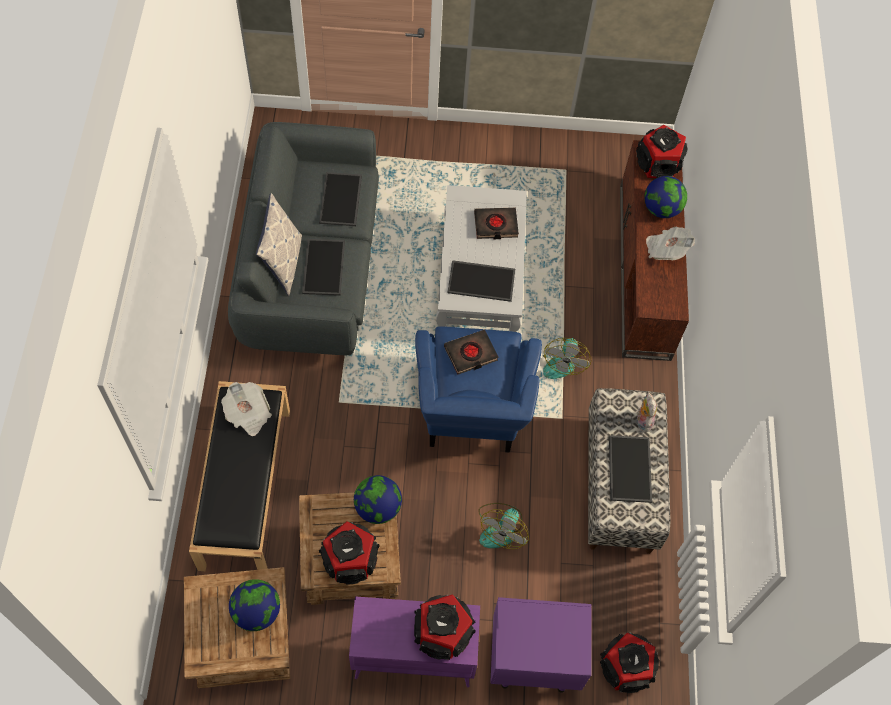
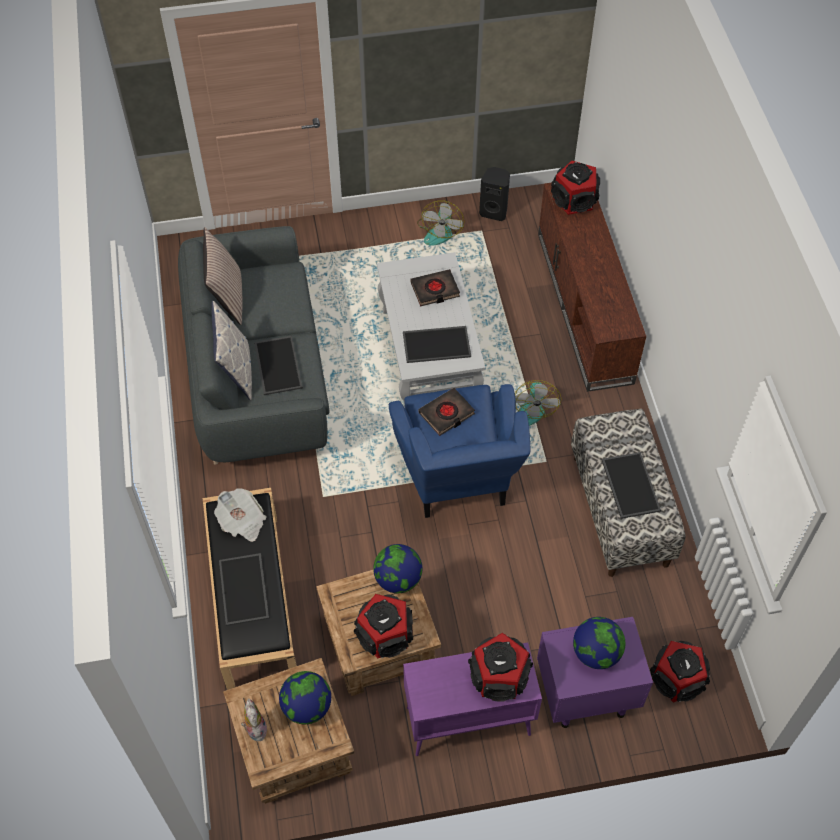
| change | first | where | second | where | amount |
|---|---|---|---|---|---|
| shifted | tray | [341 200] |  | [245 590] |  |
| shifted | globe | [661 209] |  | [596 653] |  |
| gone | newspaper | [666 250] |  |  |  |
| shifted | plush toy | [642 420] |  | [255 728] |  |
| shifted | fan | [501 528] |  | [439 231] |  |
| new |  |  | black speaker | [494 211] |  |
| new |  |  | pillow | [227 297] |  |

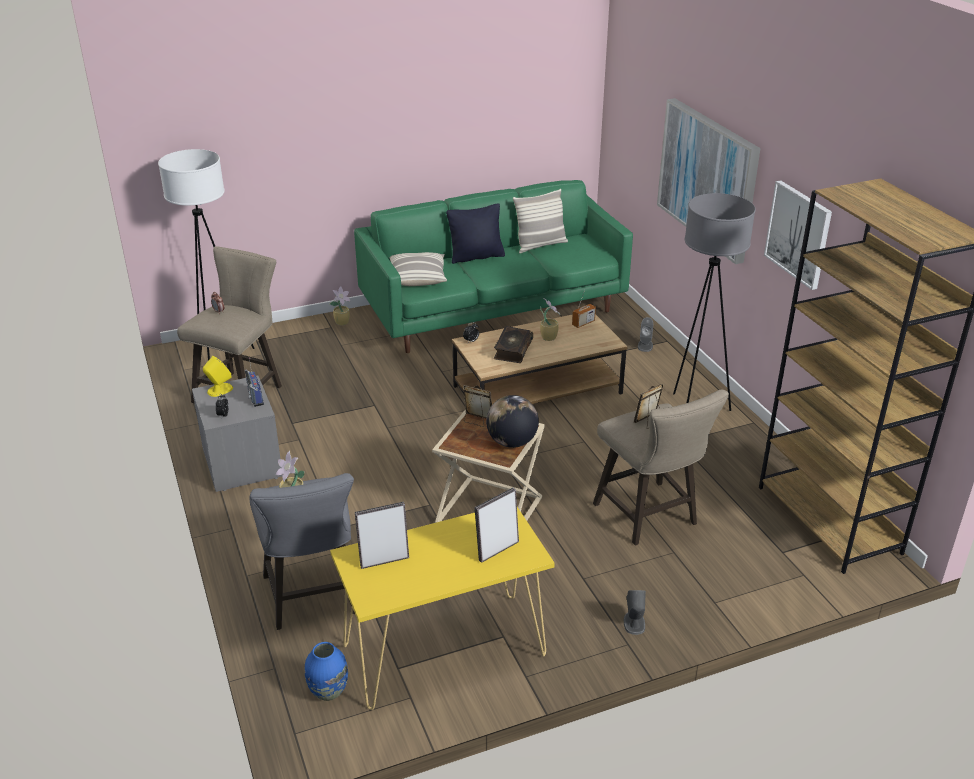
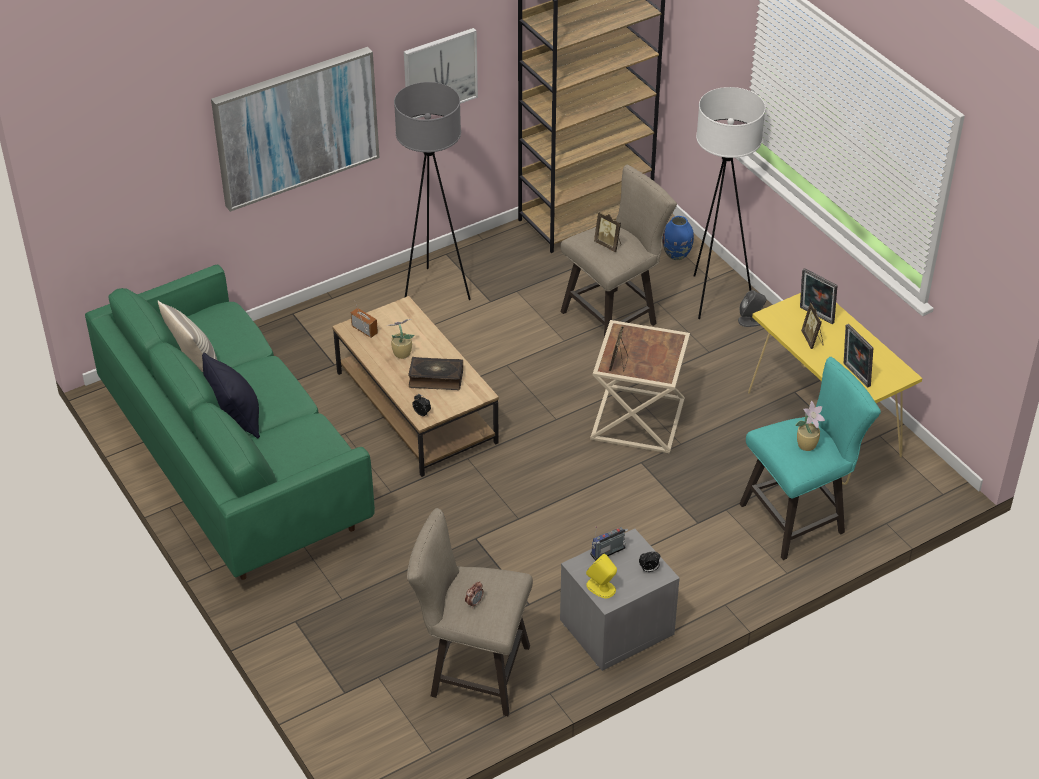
| change | first | where | second | where | amount |
|---|---|---|---|---|---|
| shifted | white floor lamp | [220 353] |  | [714 297] |  |
| gone | pillow | [417 278] |  |  |  |
| gone | potted plant | [342 322] |  |  |  |
| gone | grey speaker | [645 346] |  |  |  |
| gone | globe | [512 442] |  |  |  |
| repainted | grey stool | [313 599] | turquoise stool | [799 517] |  |
| shifted | blue vase | [328 692] |  | [677 255] |  |
| new |  |  | picture frame | [812 340] |  |

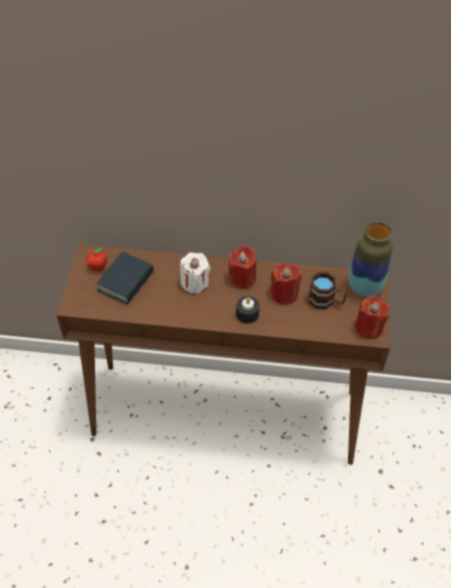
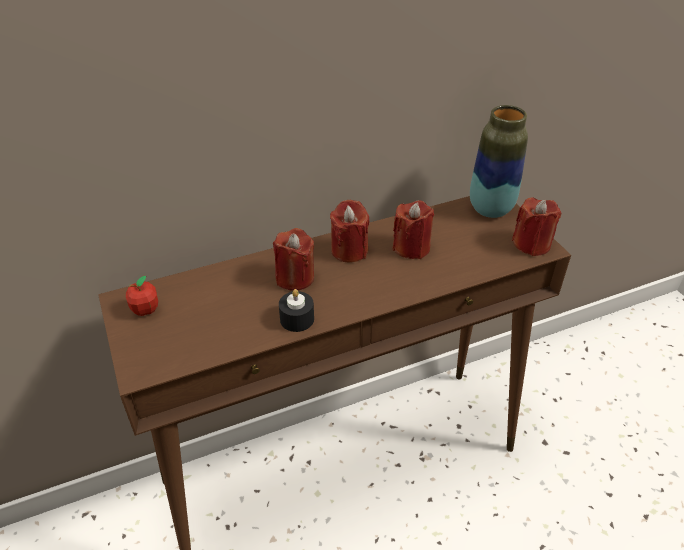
| change | first | where | second | where | amount |
|---|---|---|---|---|---|
| gone | book | [126 281] |  |  |  |
| repainted | white candle | [195 283] | red candle | [295 277] |  |
| gone | brown mug | [326 301] |  |  |  |
| shifted | black candle | [247 314] |  | [297 319] |  |

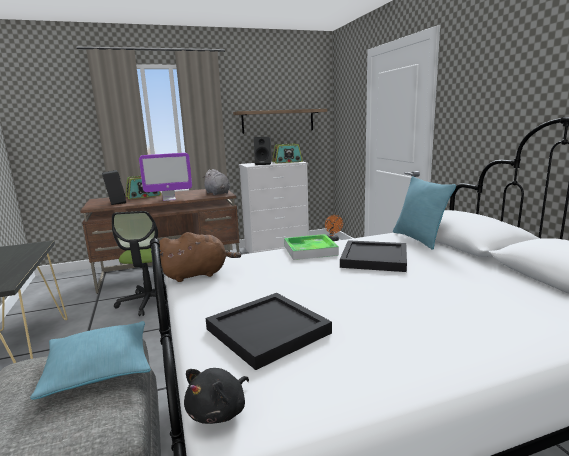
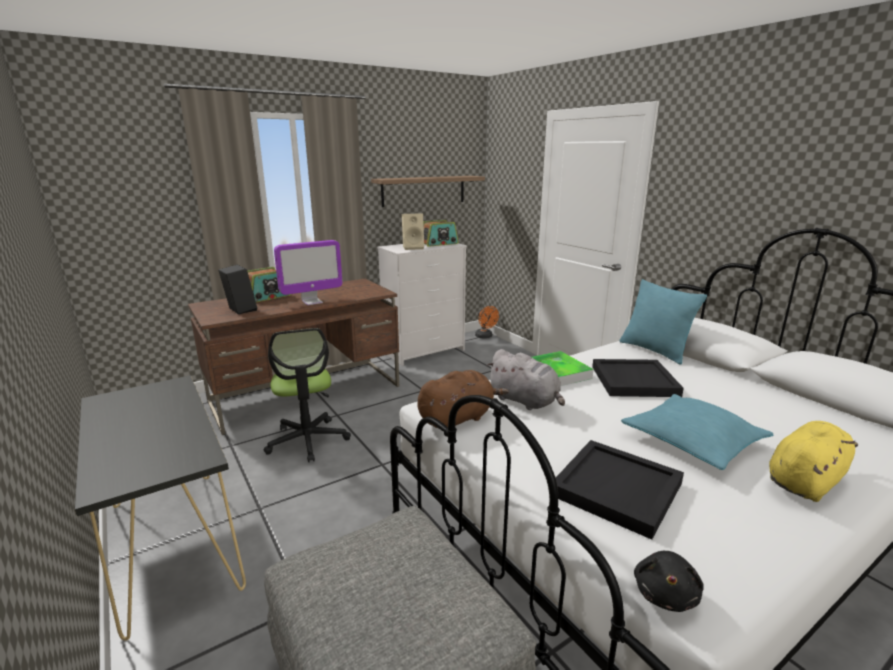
| change | first | where | second | where | amount |
|---|---|---|---|---|---|
| repainted | black speaker | [263 164] | beige speaker | [413 248] |  |
| shifted | grey plush toy | [217 193] |  | [525 401] |  |
| shifted | turquoise pillow | [99 368] |  | [692 441] |  |
| new |  |  | yellow plush toy | [805 481] |  |

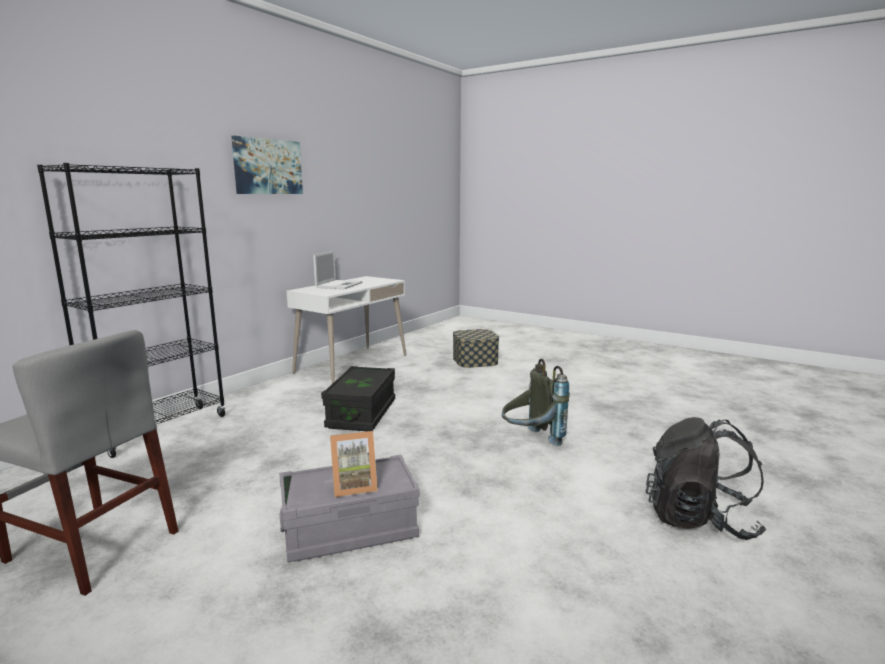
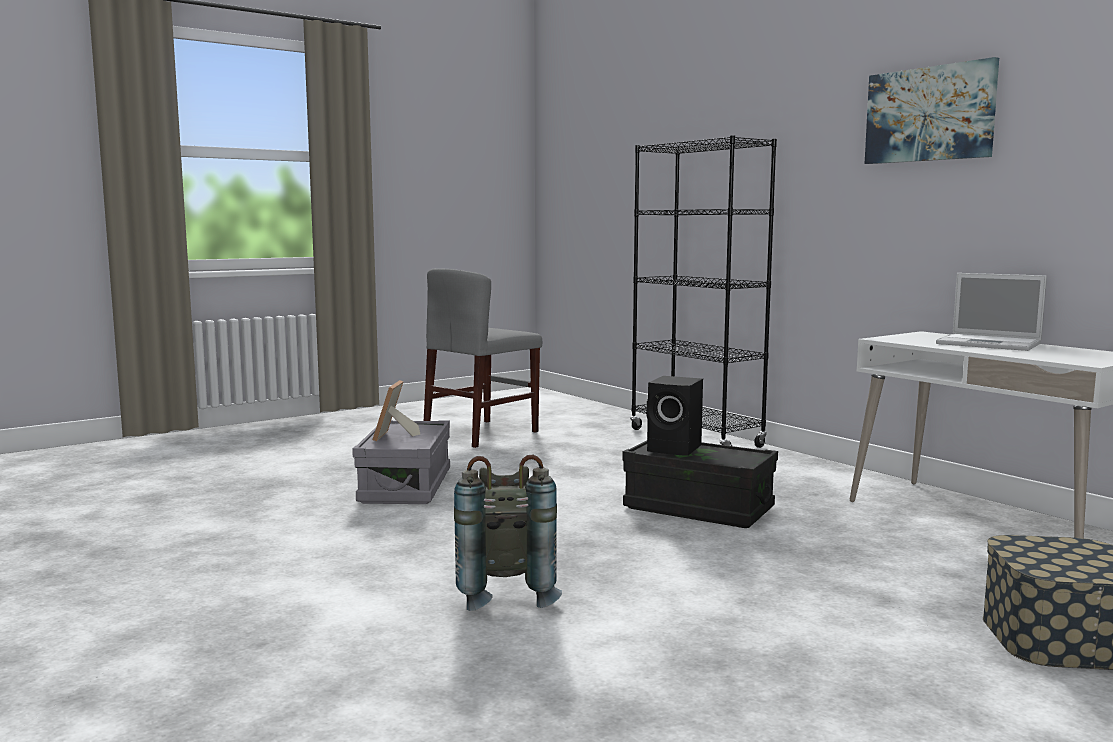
| change | first | where | second | where | amount |
|---|---|---|---|---|---|
| gone | black backpack | [699 520] |  |  |  |
| new |  |  | black speaker | [676 449] |  |

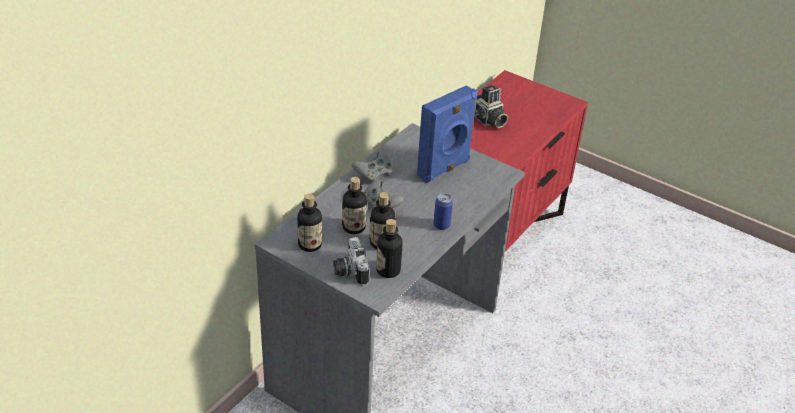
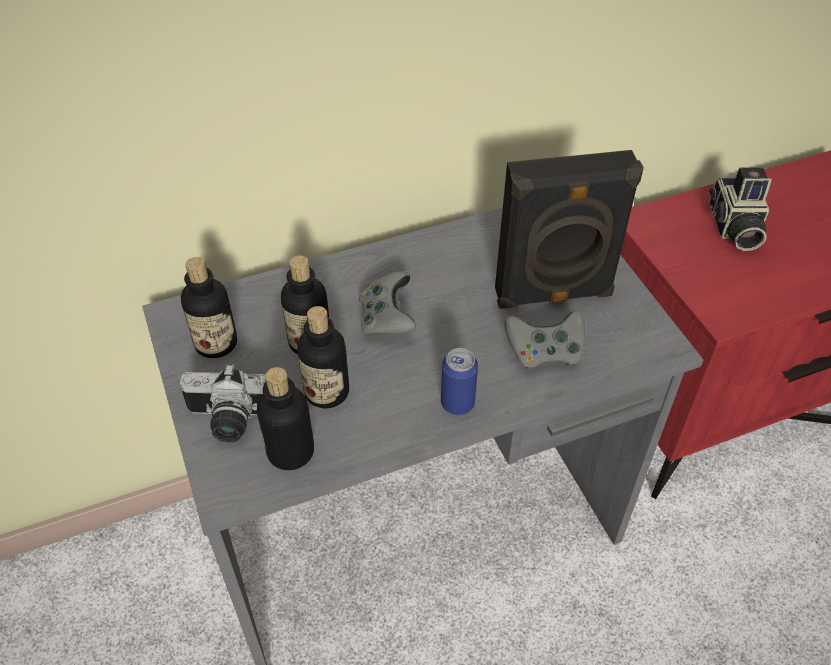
| change | first | where | second | where | amount |
|---|---|---|---|---|---|
| repainted | blue speaker | [444 169] | black speaker | [553 295] |  |
| shifted | grey game controller | [373 175] |  | [544 352] |  |
| rotated | photo camera | [349 271] |  | [228 421] | 105 degrees counterclockwise |

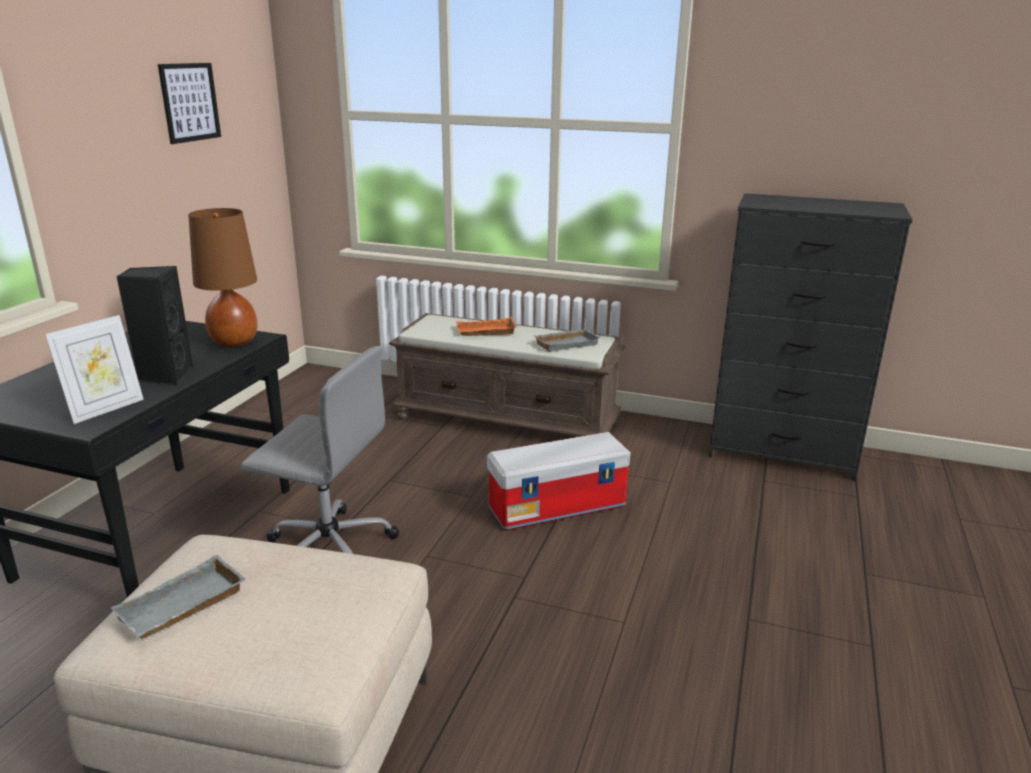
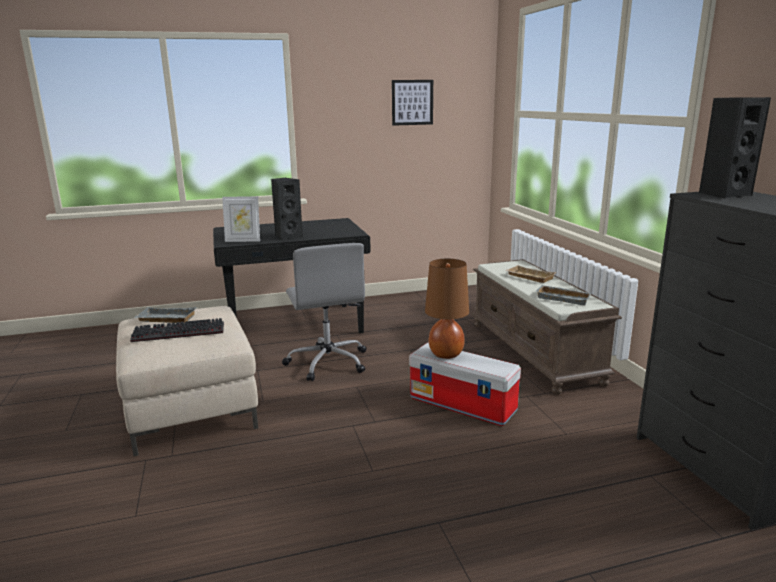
| change | first | where | second | where | amount |
|---|---|---|---|---|---|
| shifted | brown table lamp | [235 342] |  | [446 354] |  |
| repainted | orange tray | [485 332] | beige tray | [528 277] |  |
| new |  |  | black speaker | [723 194] |  |
| new |  |  | keyboard | [177 333] |  |

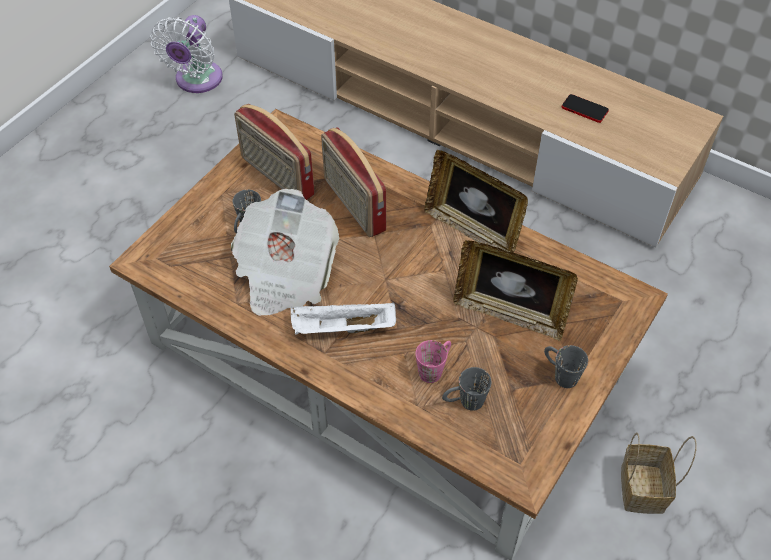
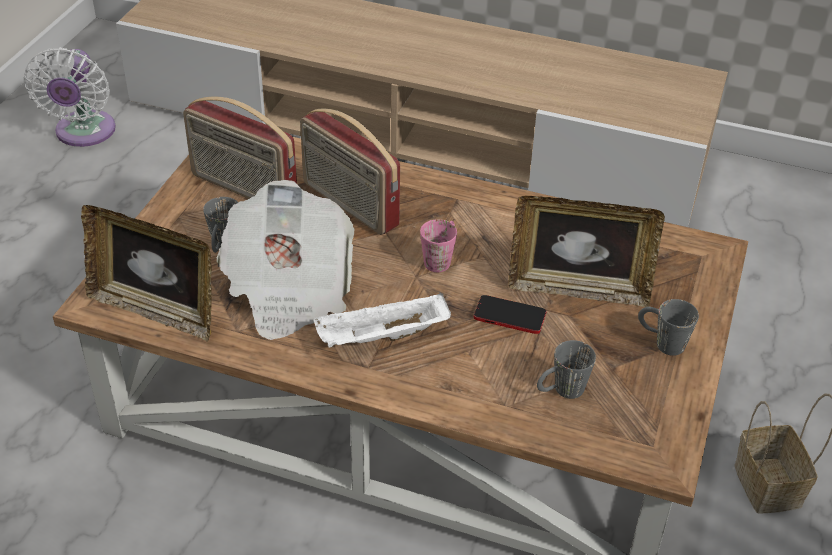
| change | first | where | second | where | amount |
|---|---|---|---|---|---|
| shifted | phone | [584 109] |  | [509 315] |  |
| shifted | picture frame | [472 230] |  | [156 310] |  |
| shifted | pink mug | [434 368] |  | [440 258] |  |

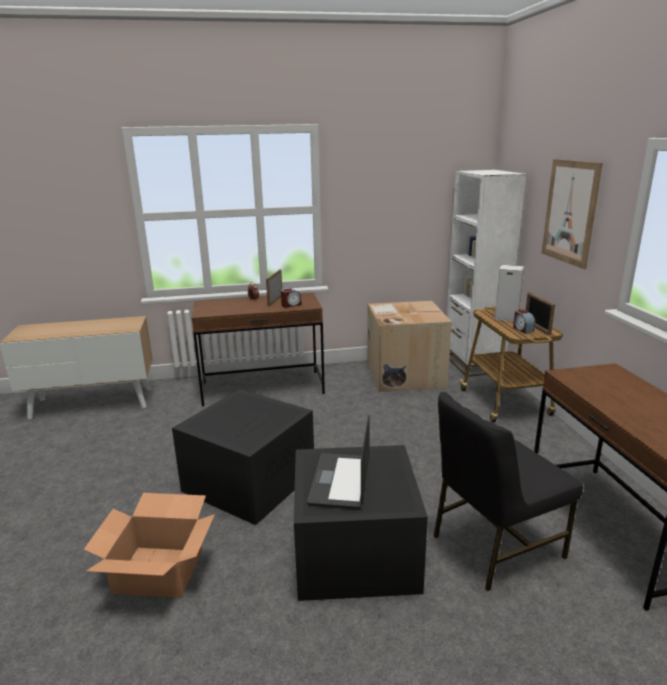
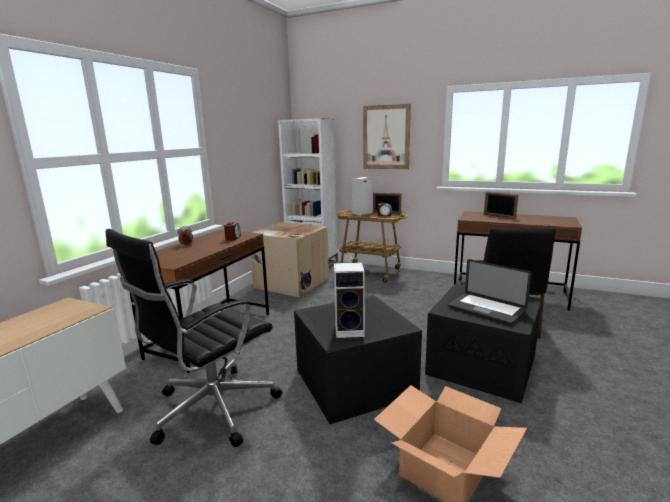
| change | first | where | second | where | amount |
|---|---|---|---|---|---|
| shifted | picture frame | [275 300] |  | [499 216] |  |
| new |  |  | black office chair | [211 410] |  |
| new |  |  | speaker | [350 330] |  |

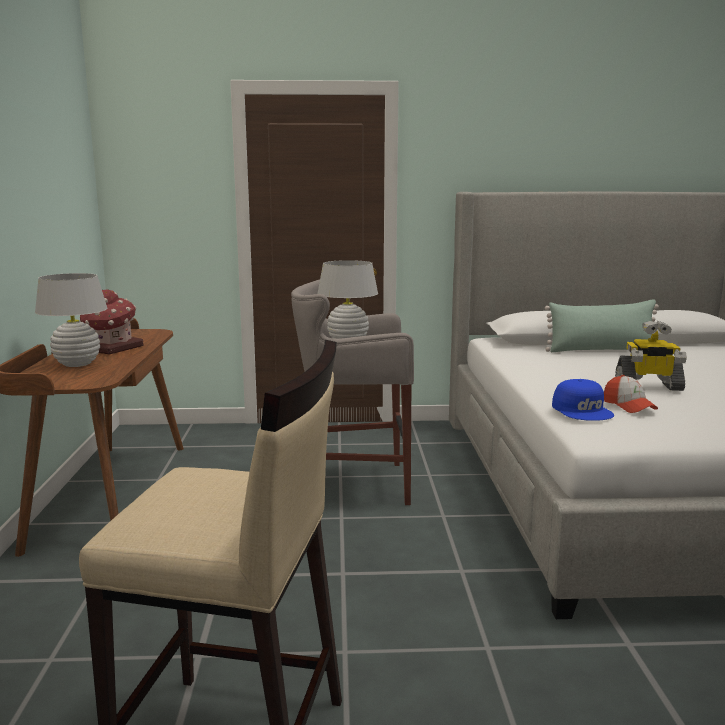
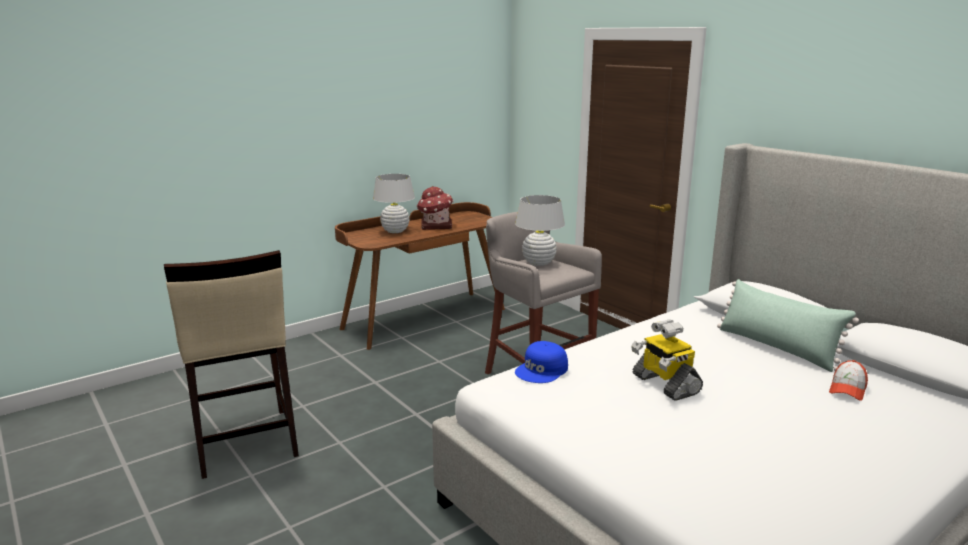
| change | first | where | second | where | amount |
|---|---|---|---|---|---|
| shifted | cap | [628 406] |  | [847 389] |  |

